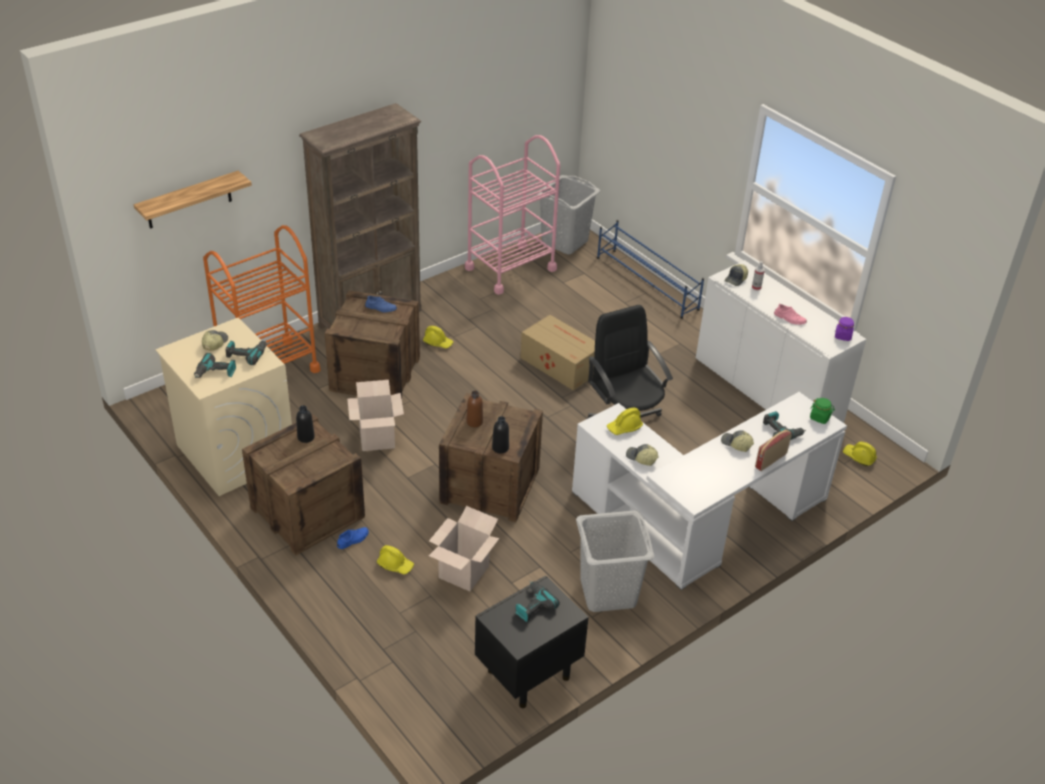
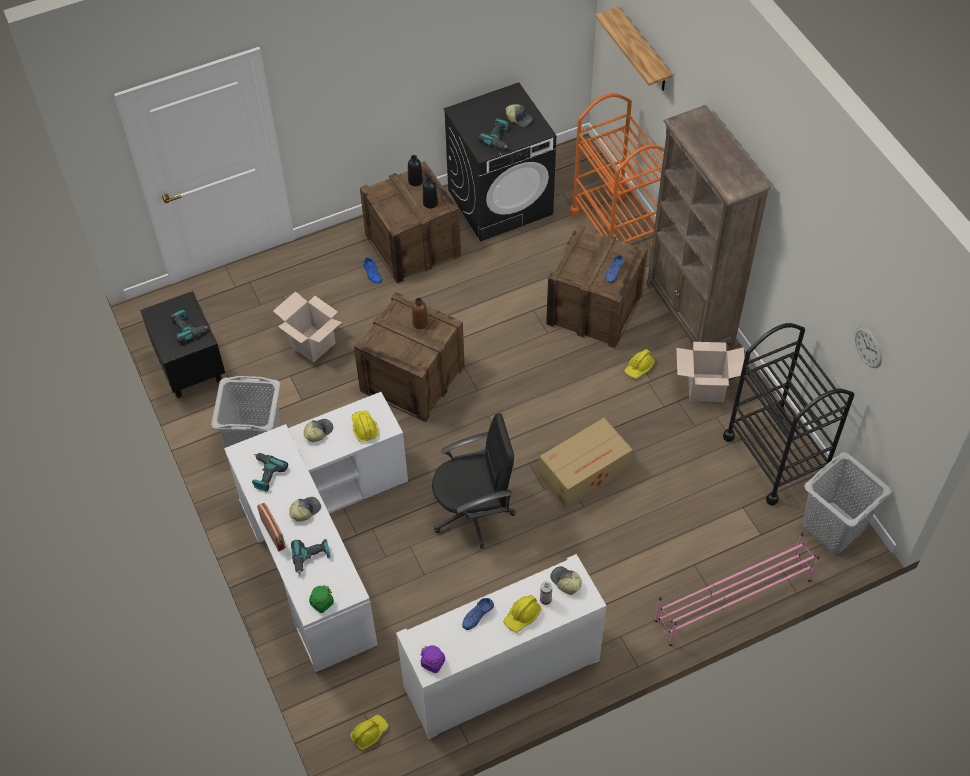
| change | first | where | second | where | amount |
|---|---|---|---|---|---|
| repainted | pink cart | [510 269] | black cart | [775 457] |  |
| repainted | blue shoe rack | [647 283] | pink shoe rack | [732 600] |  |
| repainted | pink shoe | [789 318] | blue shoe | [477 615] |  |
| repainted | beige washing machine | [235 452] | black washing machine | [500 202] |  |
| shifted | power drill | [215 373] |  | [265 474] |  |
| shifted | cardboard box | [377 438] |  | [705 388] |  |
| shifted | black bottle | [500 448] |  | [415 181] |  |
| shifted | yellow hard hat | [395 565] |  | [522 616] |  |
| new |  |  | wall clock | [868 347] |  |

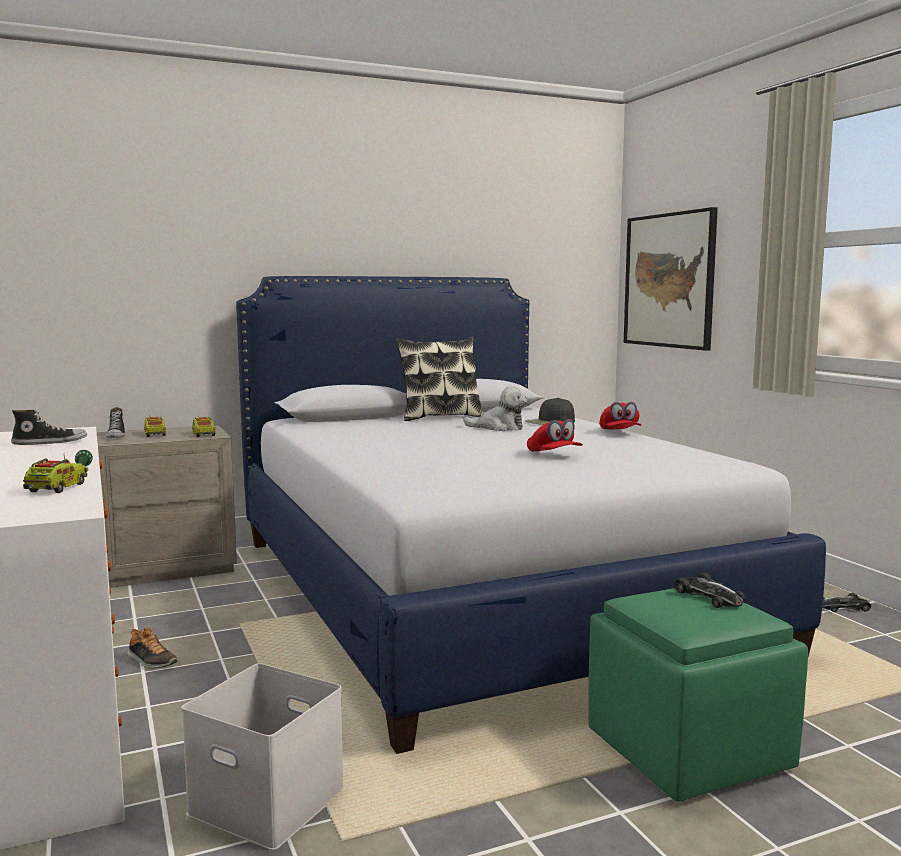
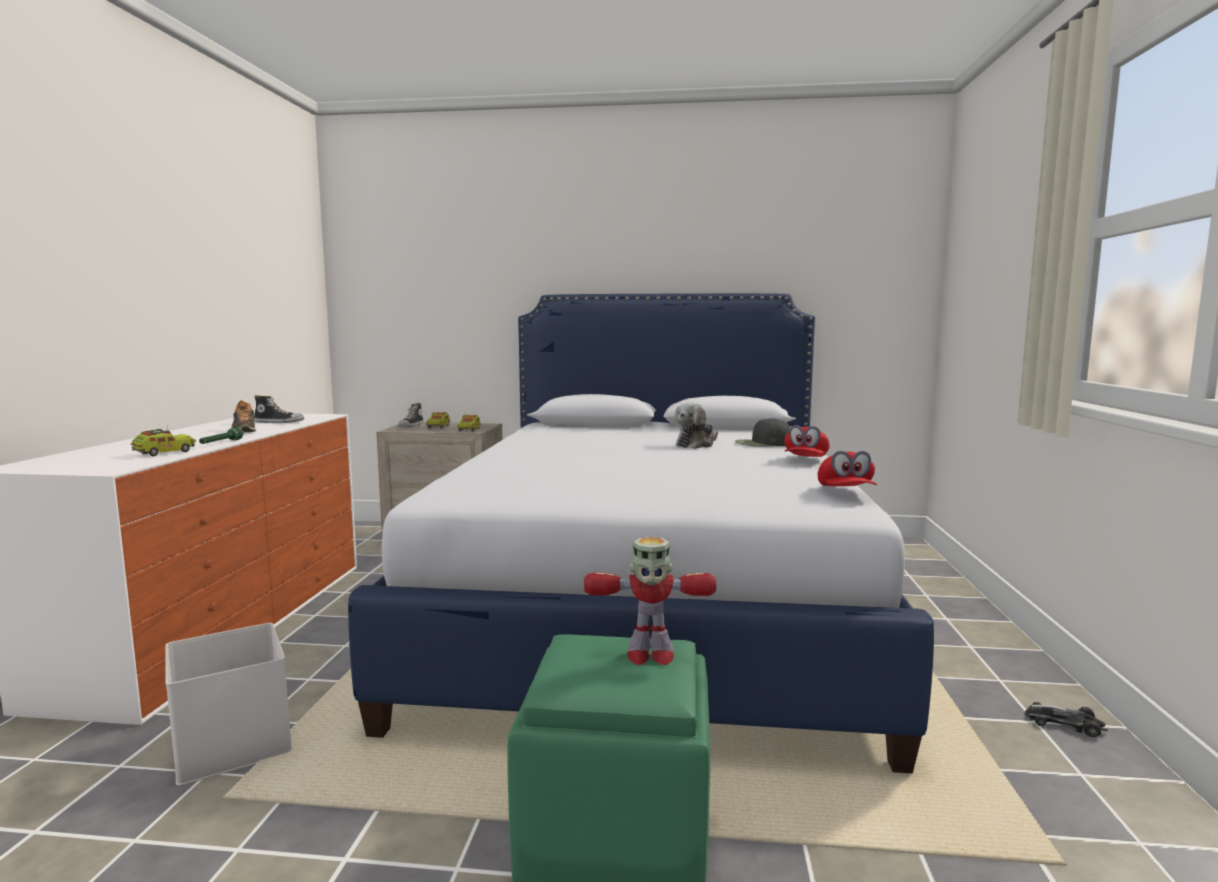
| change | first | where | second | where | amount |
|---|---|---|---|---|---|
| gone | picture | [669 280] |  |  |  |
| gone | pillow | [440 417] |  |  |  |
| rotated | plush toy | [499 428] |  | [696 444] | 90 degrees clockwise |
| shifted | red cap | [554 455] |  | [845 493] |  |
| swapped | toy car | [709 596] | toy robot | [649 655] |  |
| shifted | shoe | [151 661] |  | [244 431] |  |

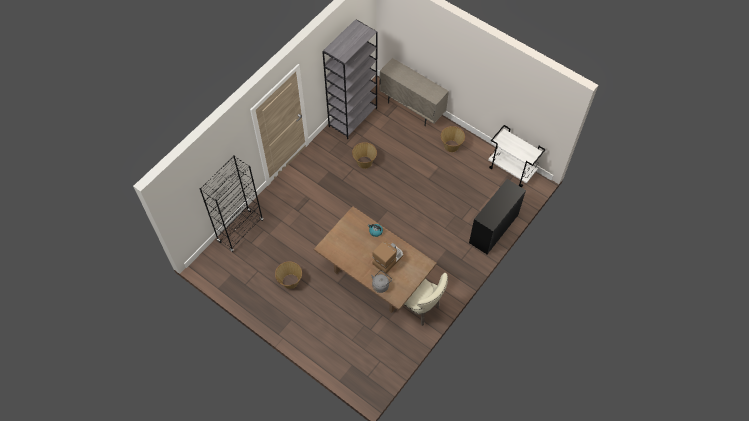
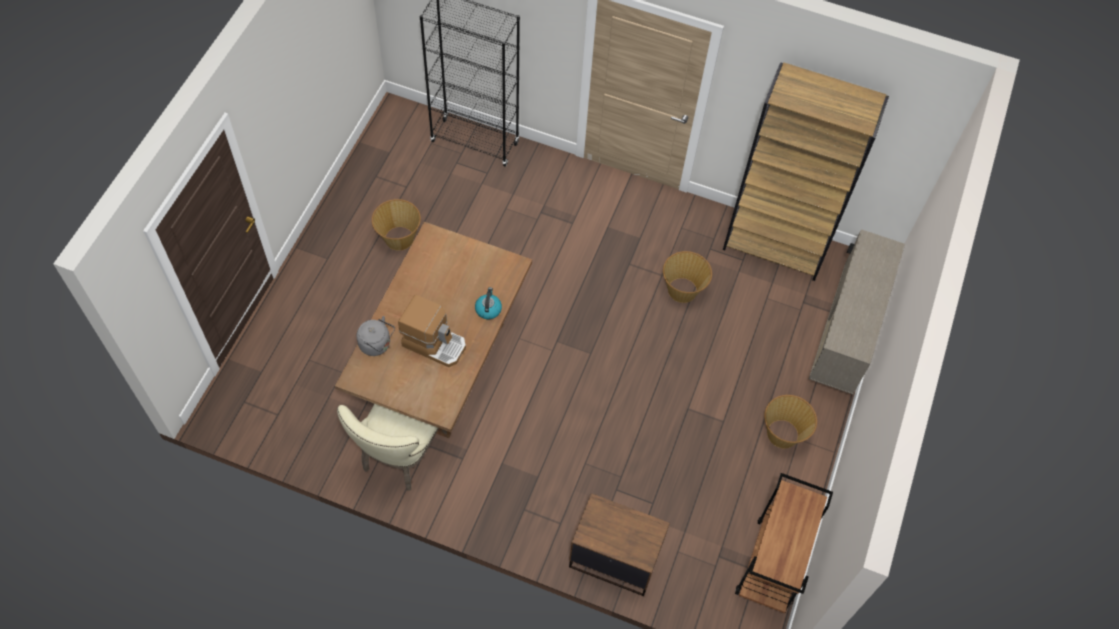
| change | first | where | second | where | amount |
|---|---|---|---|---|---|
| repainted | grey bookcase | [353 117] | brown bookcase | [775 246] |  |
| repainted | white cart | [511 170] | brown cart | [771 566] |  |
| swapped | black desk | [494 229] | brown nightstand | [614 558] |  |

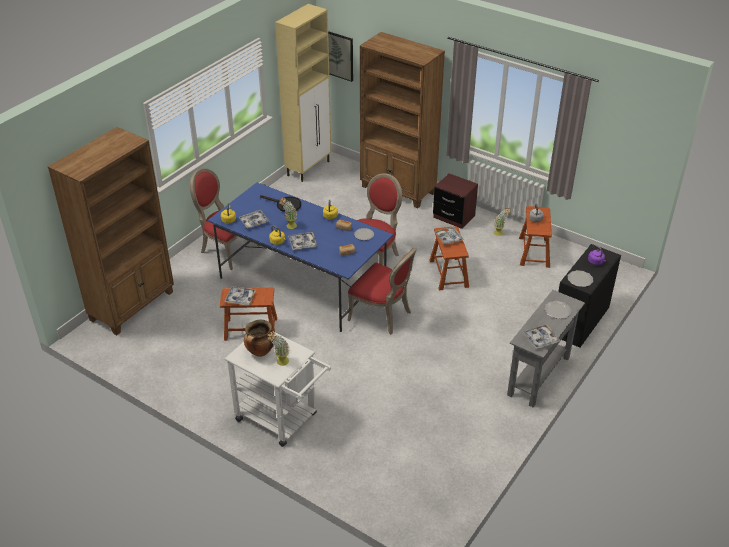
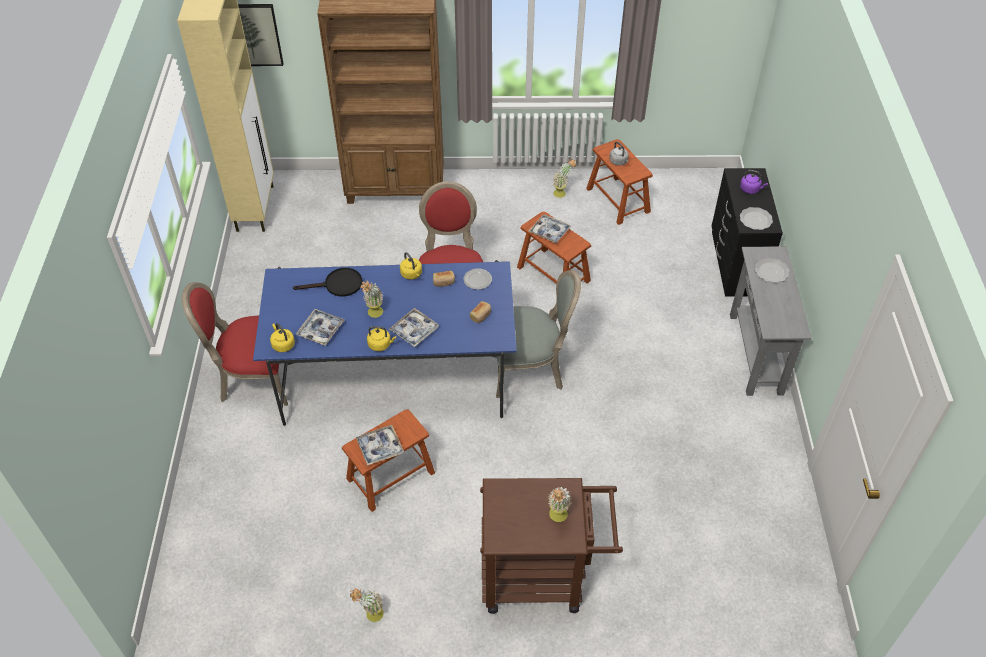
| change | first | where | second | where | amount |
|---|---|---|---|---|---|
| gone | brown bookcase | [133 305] |  |  |  |
| gone | brown nightstand | [454 217] |  |  |  |
| repainted | red chair | [383 315] | grey chair | [530 368] |  |
| gone | cooking pot | [260 352] |  |  |  |
| gone | tray | [540 339] |  |  |  |
| repainted | white cart | [282 419] | brown cart | [542 577] |  |
| new |  |  | potted plant | [370 616] |  |

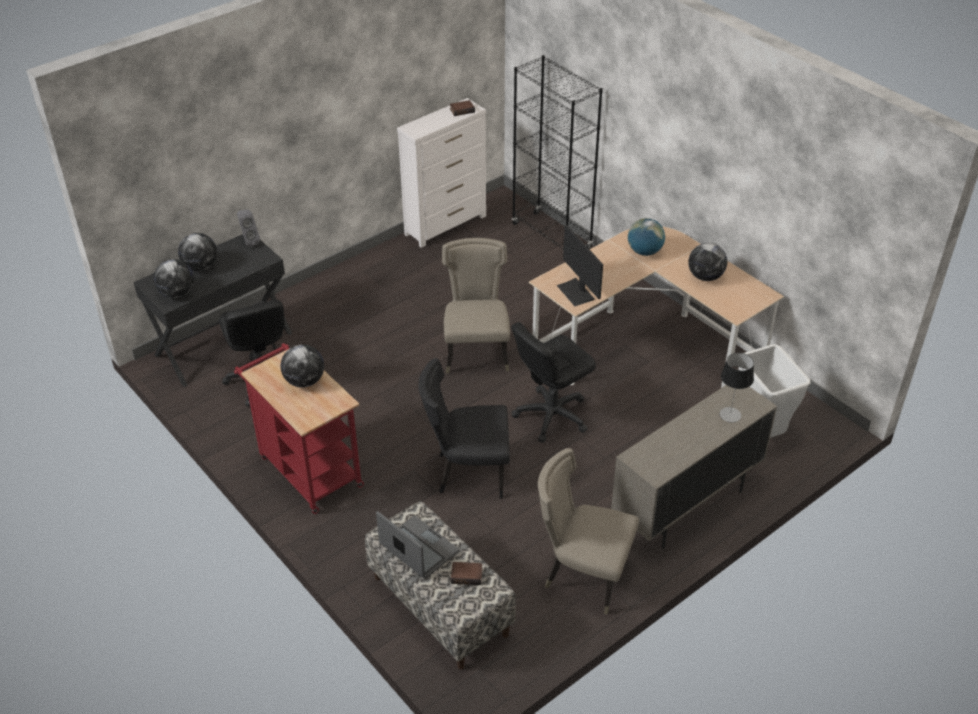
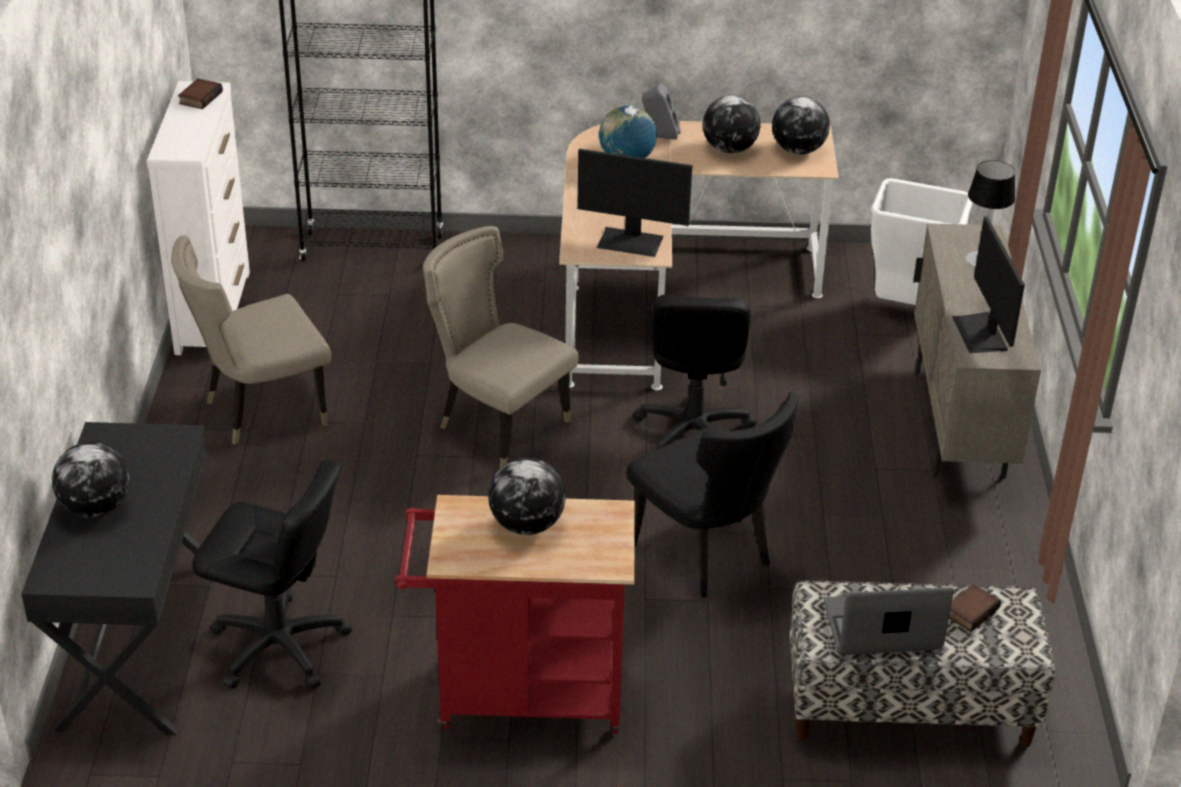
| change | first | where | second | where | amount |
|---|---|---|---|---|---|
| shifted | grey speaker | [249 242] |  | [660 137] |  |
| shifted | globe | [177 294] |  | [798 150] |  |
| rotated | black chair | [467 473] |  | [707 555] | 75 degrees counterclockwise |
| shifted | beige chair | [582 574] |  | [260 410] |  |
| new |  |  | monitor | [981 333] |  |

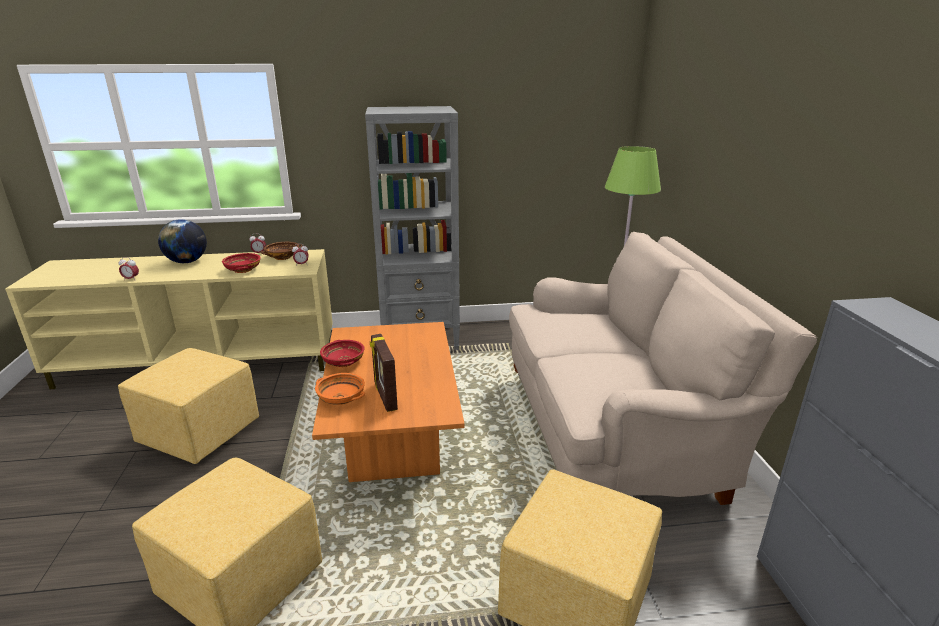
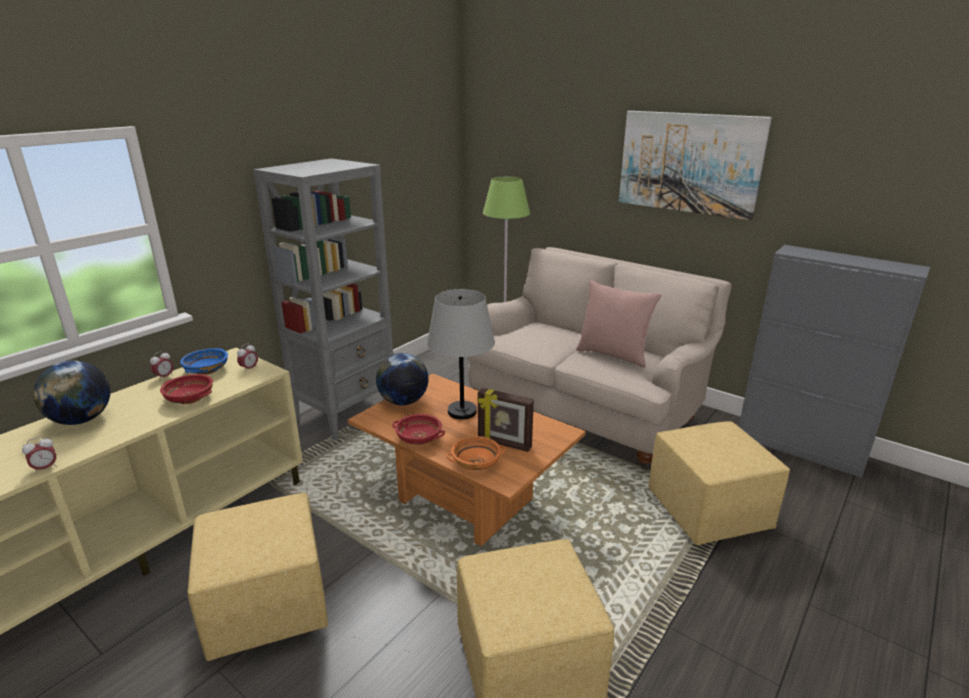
| change | first | where | second | where | amount |
|---|---|---|---|---|---|
| repainted | brown bowl | [283 257] | blue bowl | [207 370] |  |
| new |  |  | picture | [689 163] |  |
| new |  |  | pink pillow | [613 355] |  |
| new |  |  | grey table lamp | [462 412] |  |
| new |  |  | globe | [403 401] |  |

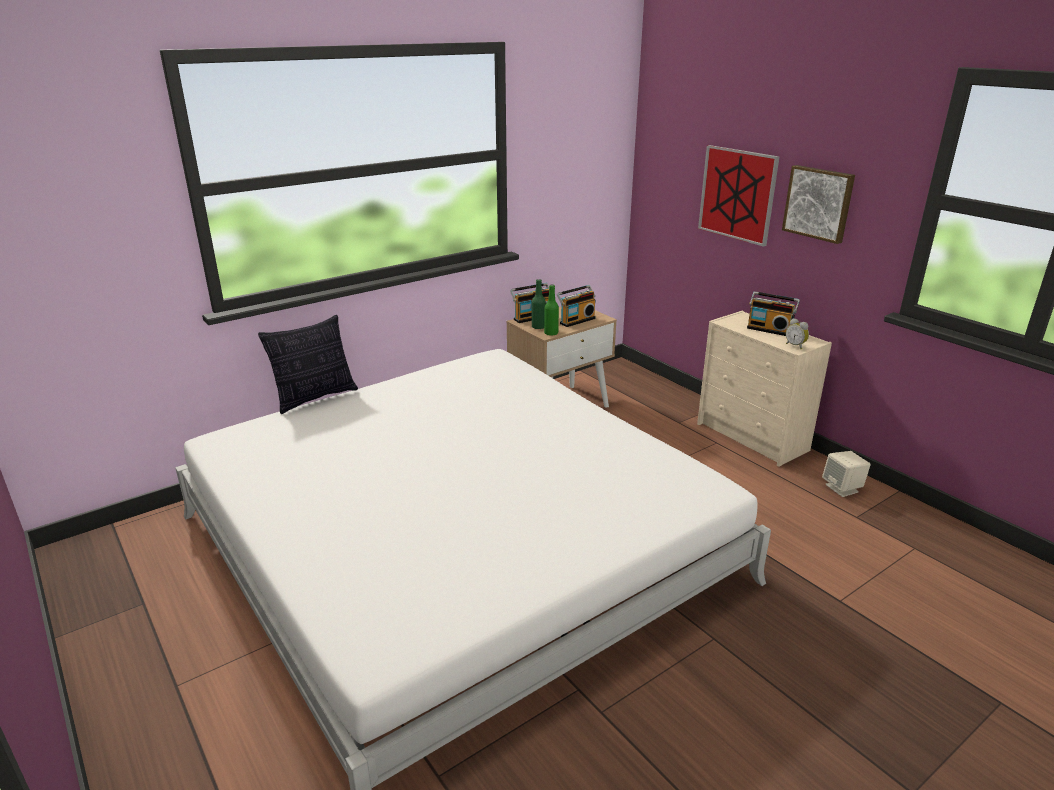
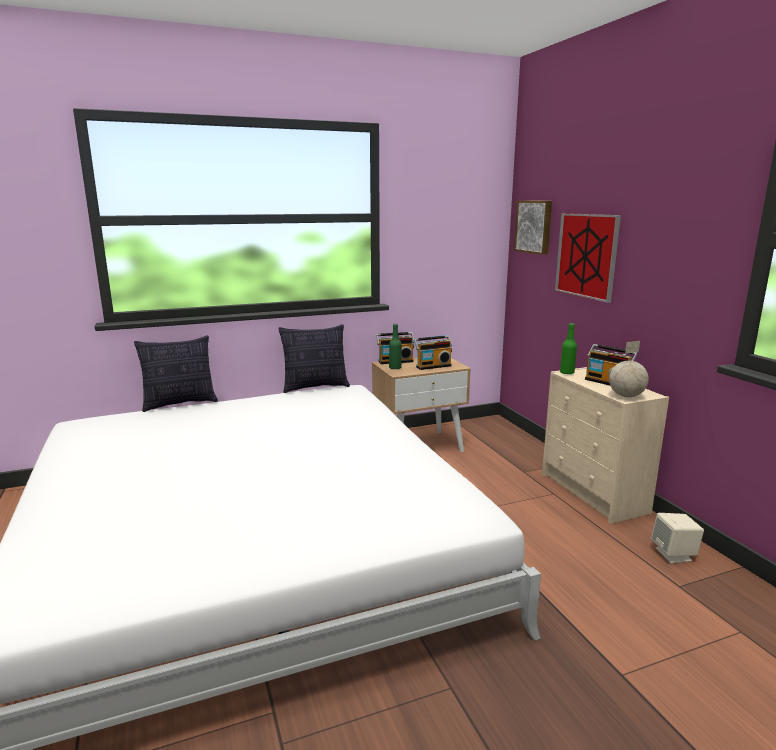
| change | first | where | second | where | amount |
|---|---|---|---|---|---|
| shifted | picture | [819 203] |  | [534 226] |  |
| shifted | green bottle | [551 333] |  | [567 372] |  |
| swapped | alarm clock | [795 346] | globe | [626 396] |  |
| new |  |  | pillow | [315 387] |  |

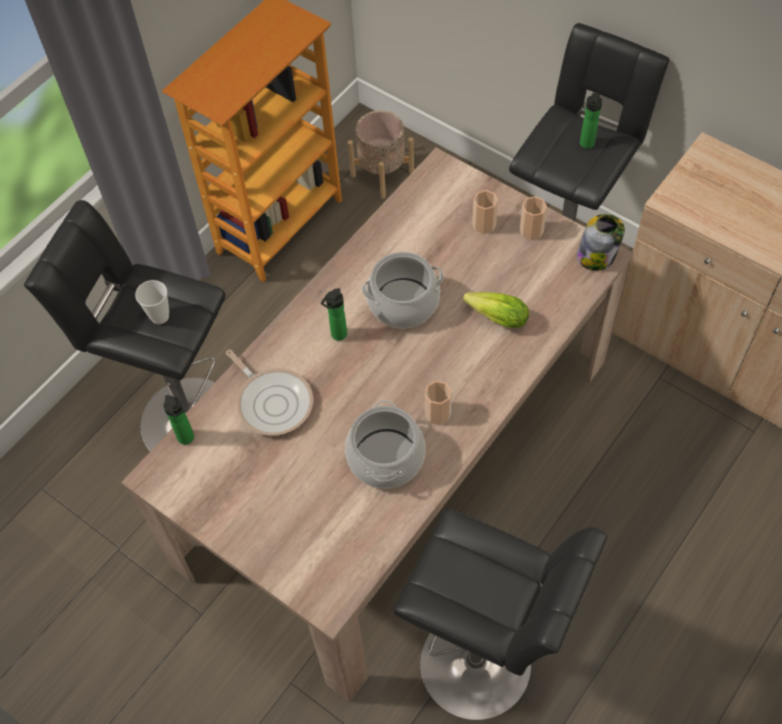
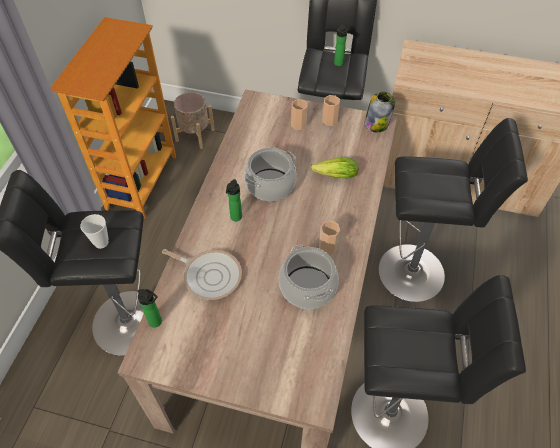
| change | first | where | second | where | amount |
|---|---|---|---|---|---|
| new |  |  | black stool | [416 272] |  |

